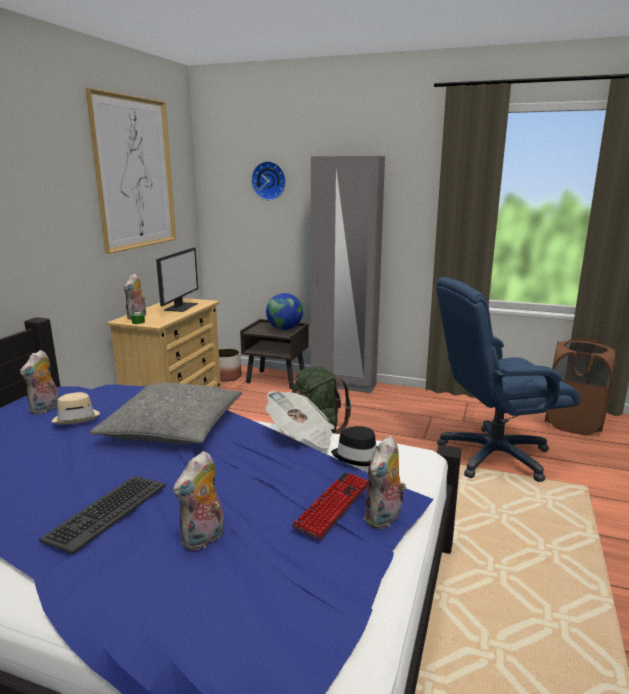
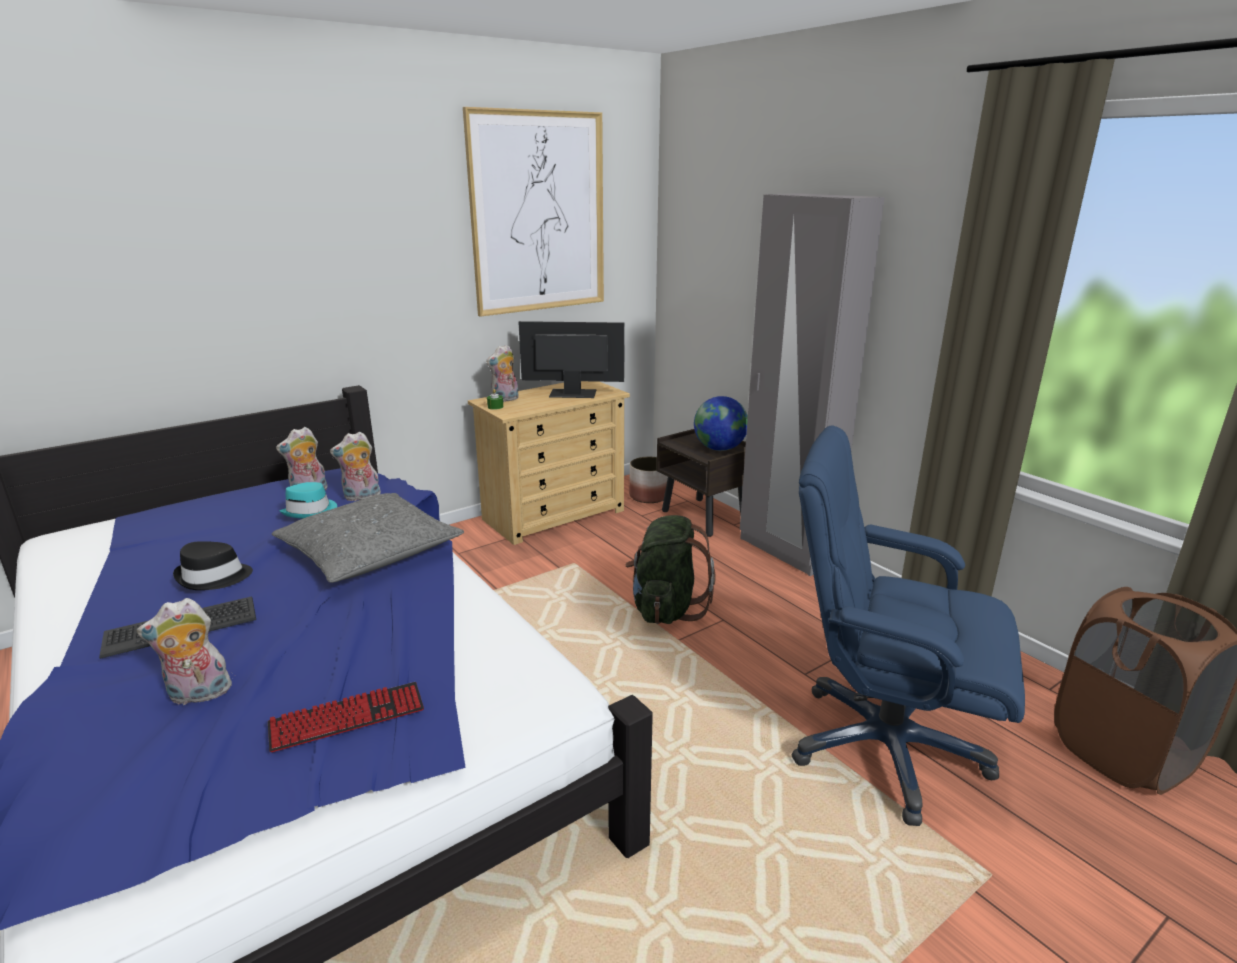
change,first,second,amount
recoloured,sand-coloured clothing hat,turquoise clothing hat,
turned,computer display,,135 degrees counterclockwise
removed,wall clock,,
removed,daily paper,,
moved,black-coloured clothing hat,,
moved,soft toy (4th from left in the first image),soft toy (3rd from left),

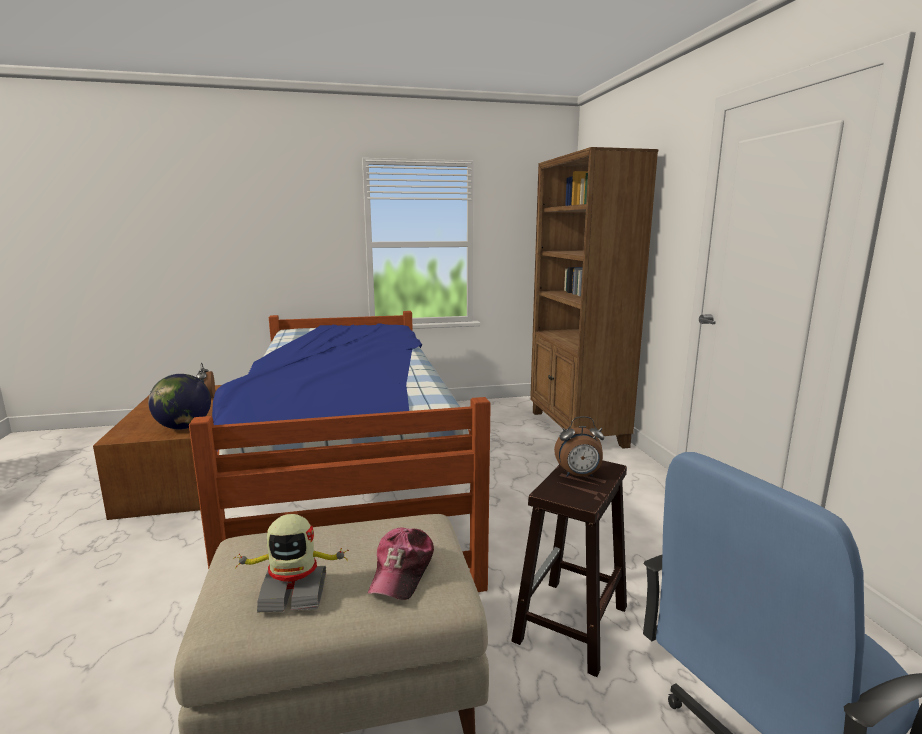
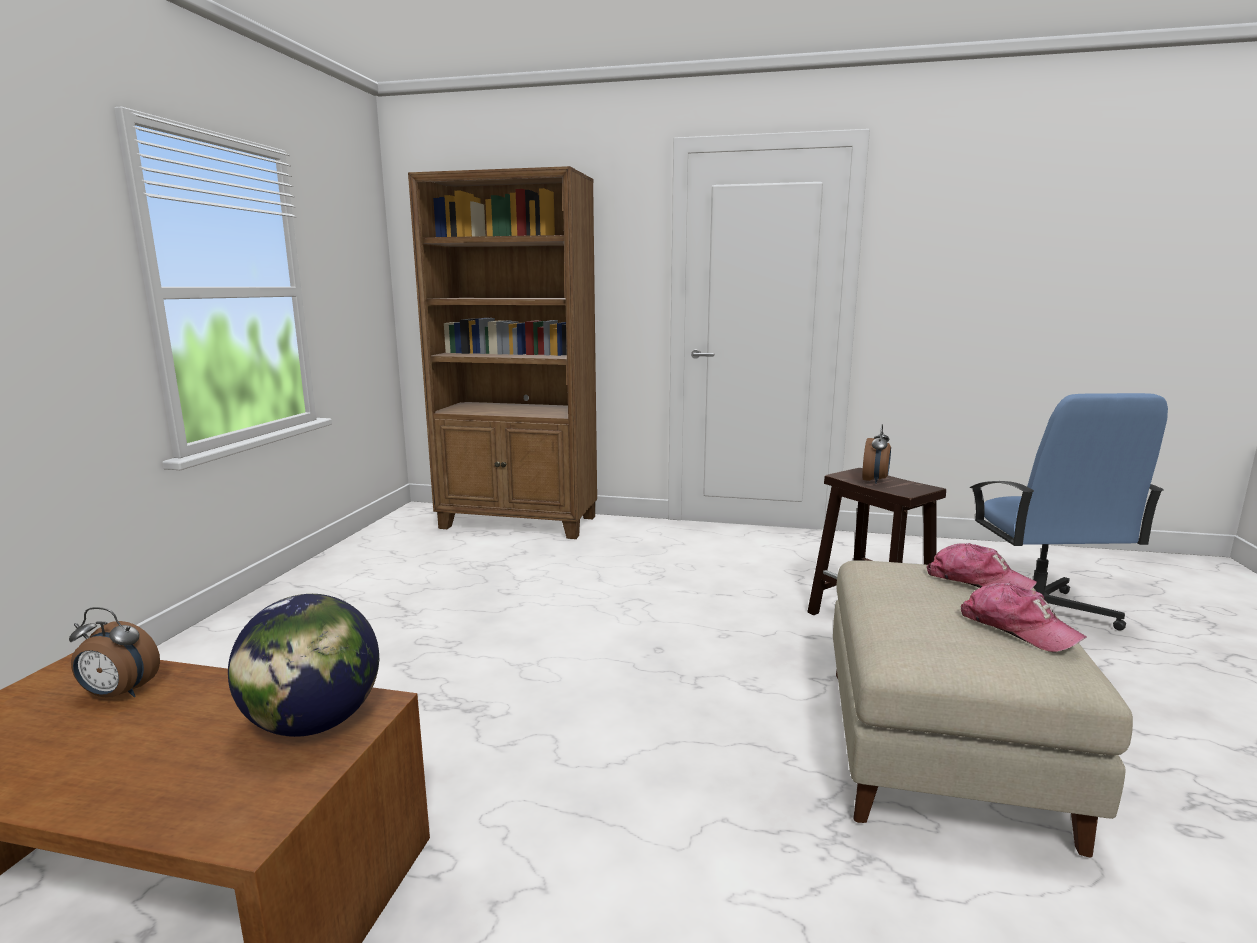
change,first,second,amount
removed,bedroom bed,,
replaced,robot figure,peaked cap (2nd from left),

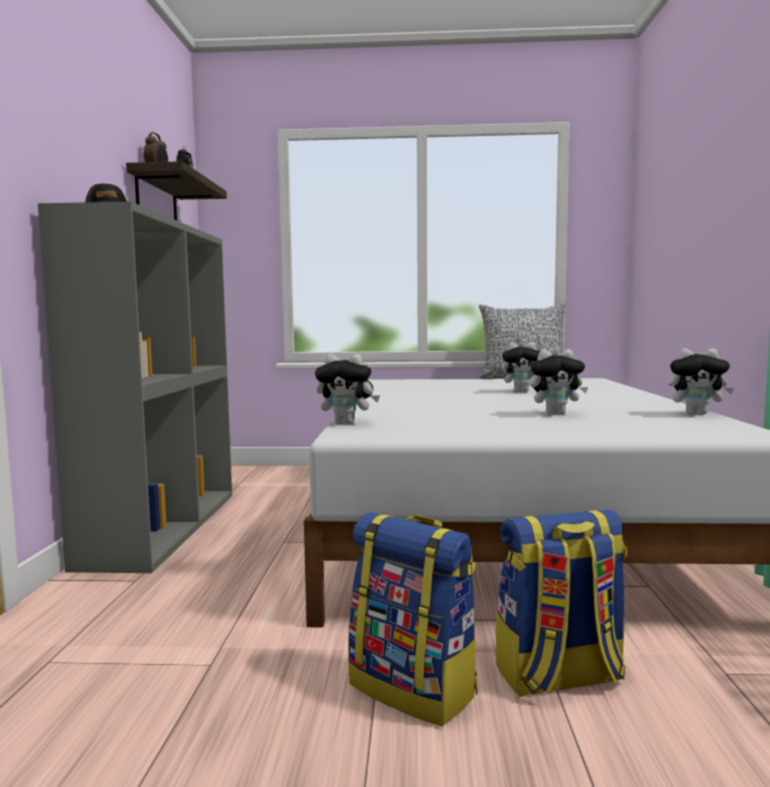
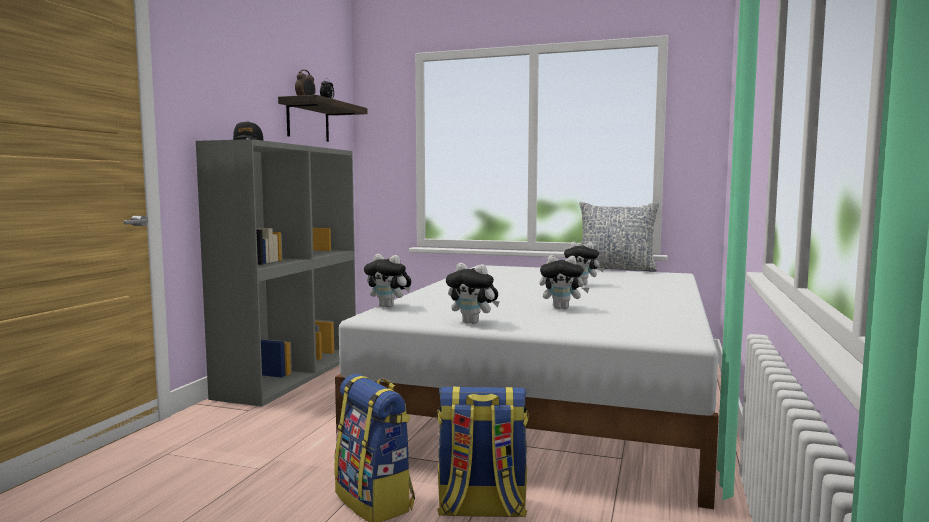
change,first,second,amount
moved,soft toy (4th from left in the first image),soft toy (2nd from left),

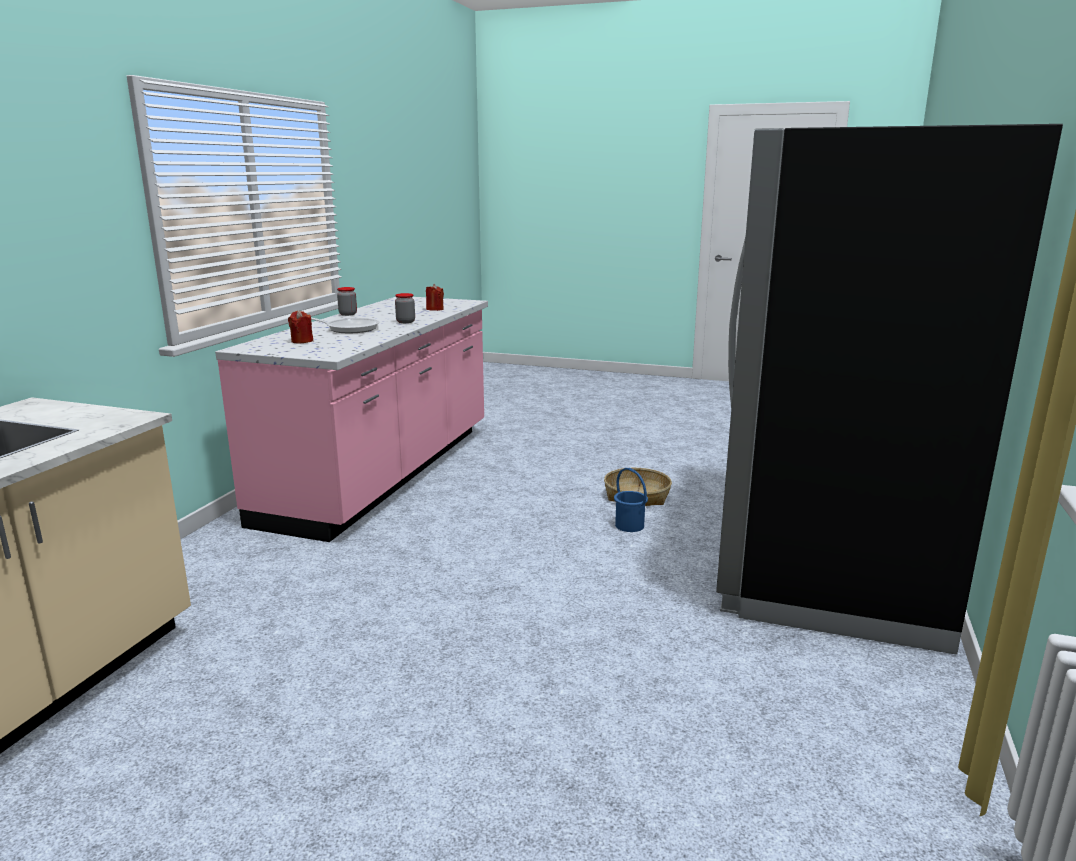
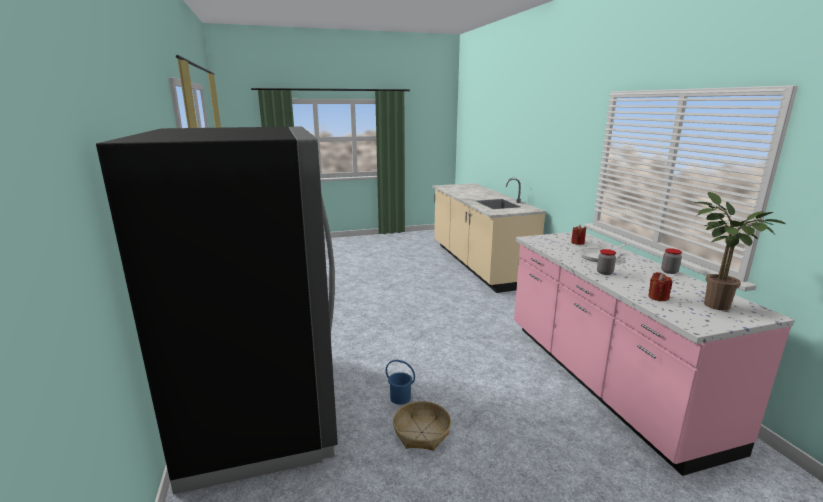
change,first,second,amount
added,,plant in a pot,

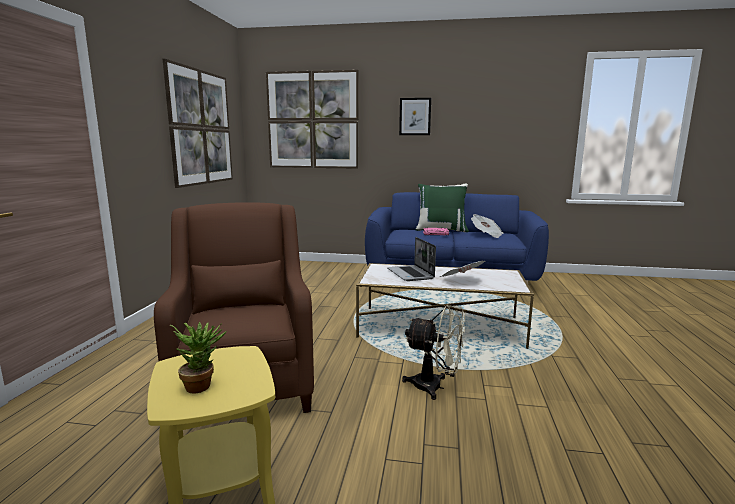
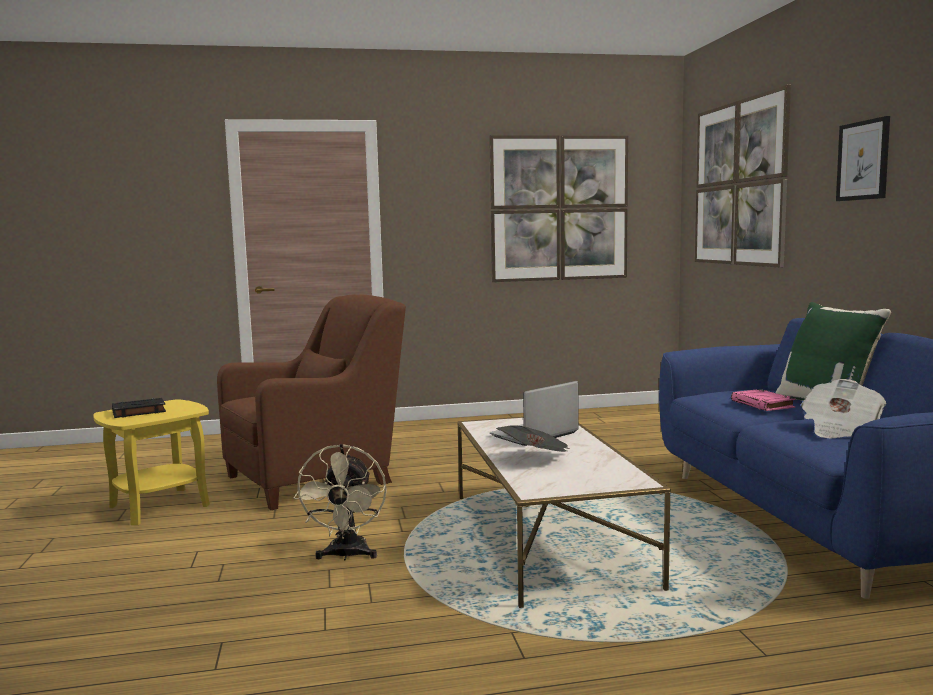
change,first,second,amount
replaced,plant in a pot,black-coloured volume,

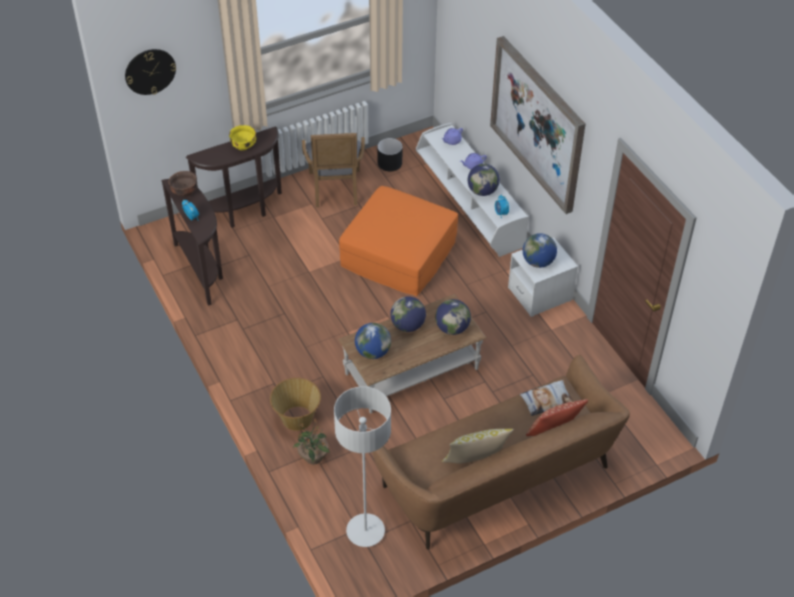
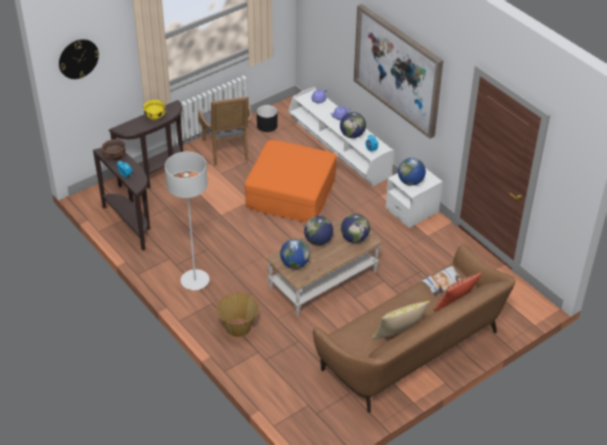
change,first,second,amount
removed,plant in a pot,,
moved,gray floor lamp,,

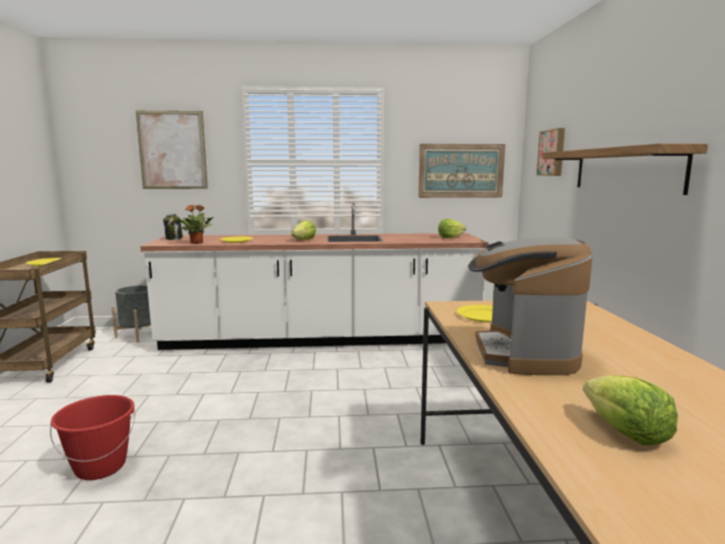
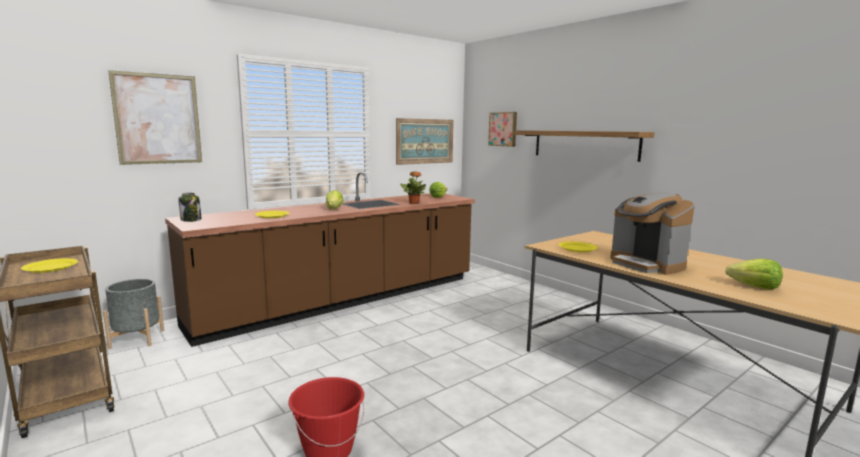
change,first,second,amount
recoloured,white-coloured counter,brown-coloured counter,
moved,plant in a pot,,

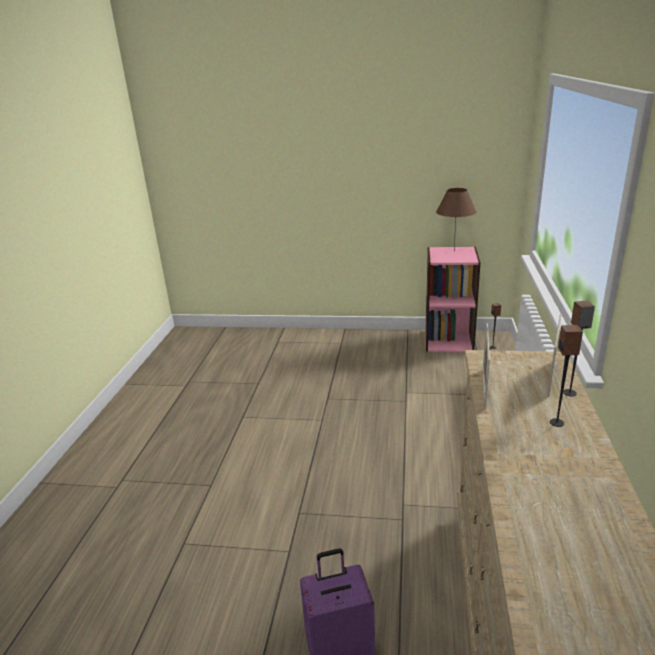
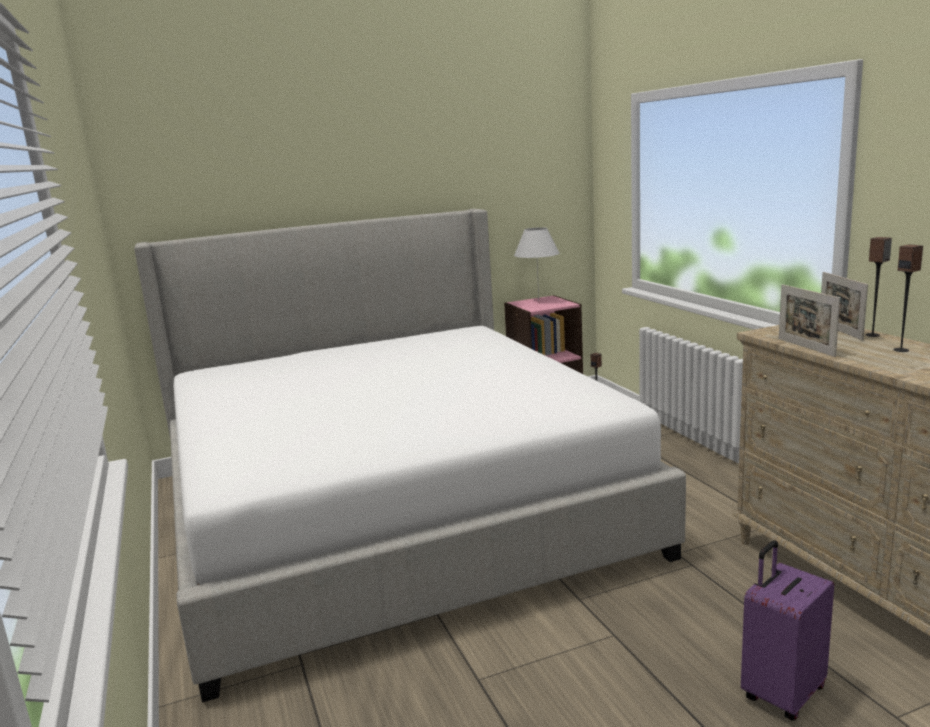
change,first,second,amount
recoloured,brown-coloured tabletop lamp,white-coloured tabletop lamp,
added,,bedroom bed,

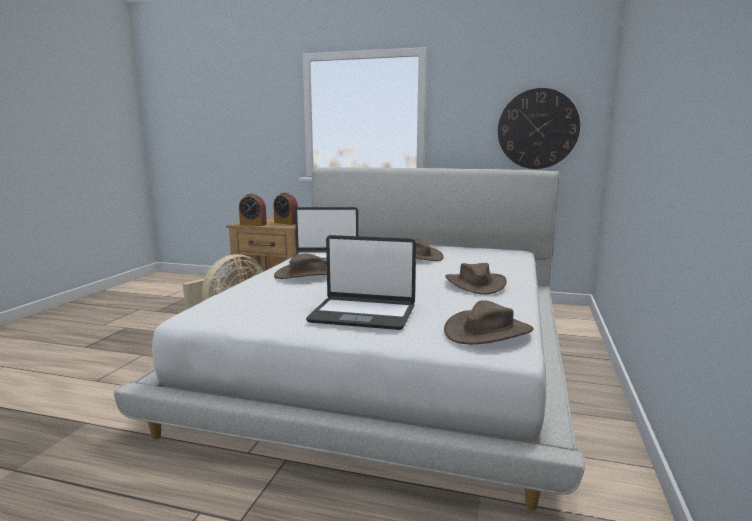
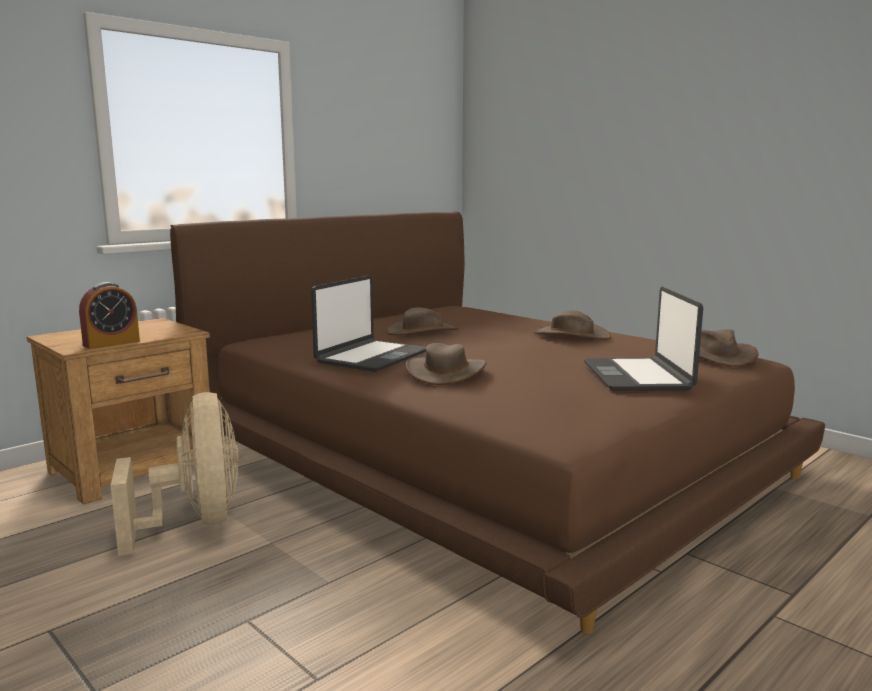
change,first,second,amount
recoloured,white-coloured bedroom bed,brown-coloured bedroom bed,
removed,bedside clock (2nd from left),,
turned,portable computer (2nd from left),,135 degrees clockwise
removed,wall clock,,

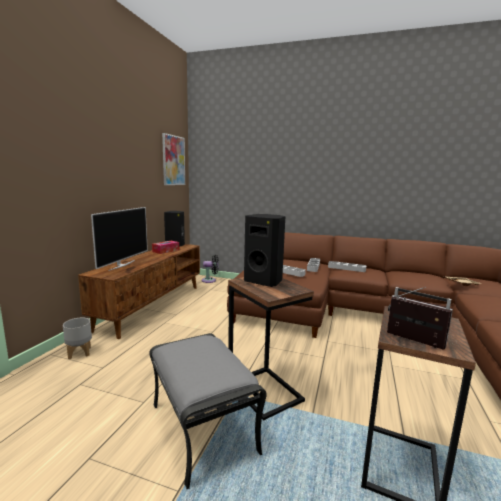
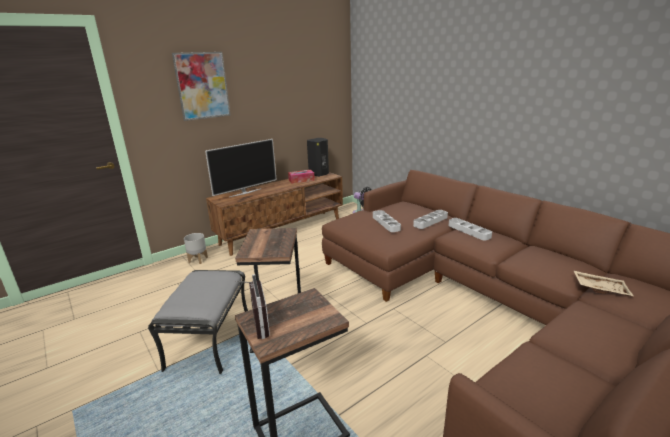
change,first,second,amount
moved,wall art,,
removed,black-coloured loudspeaker (2nd from left),,

